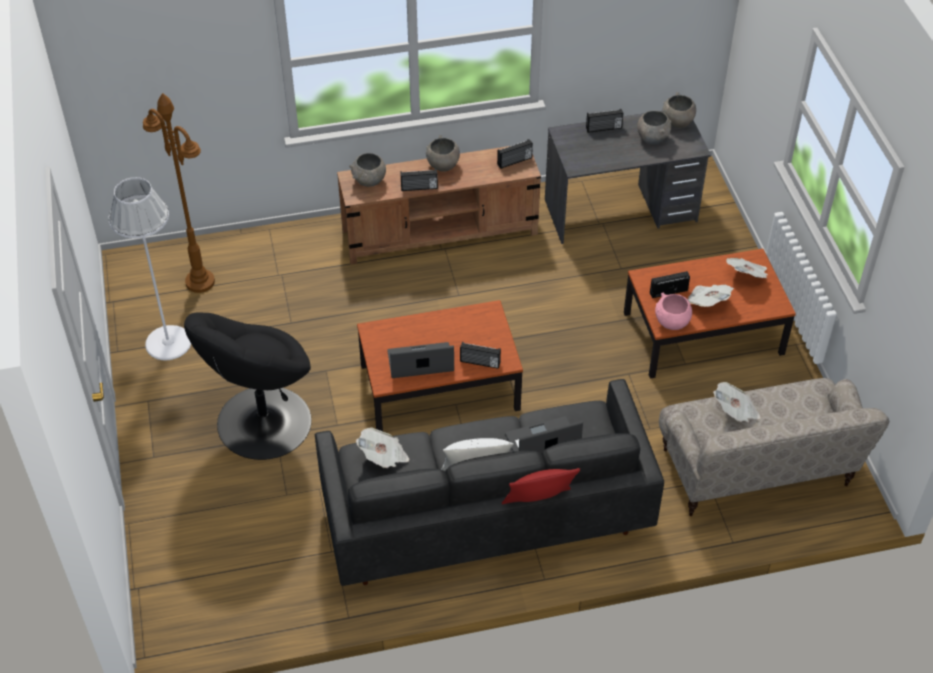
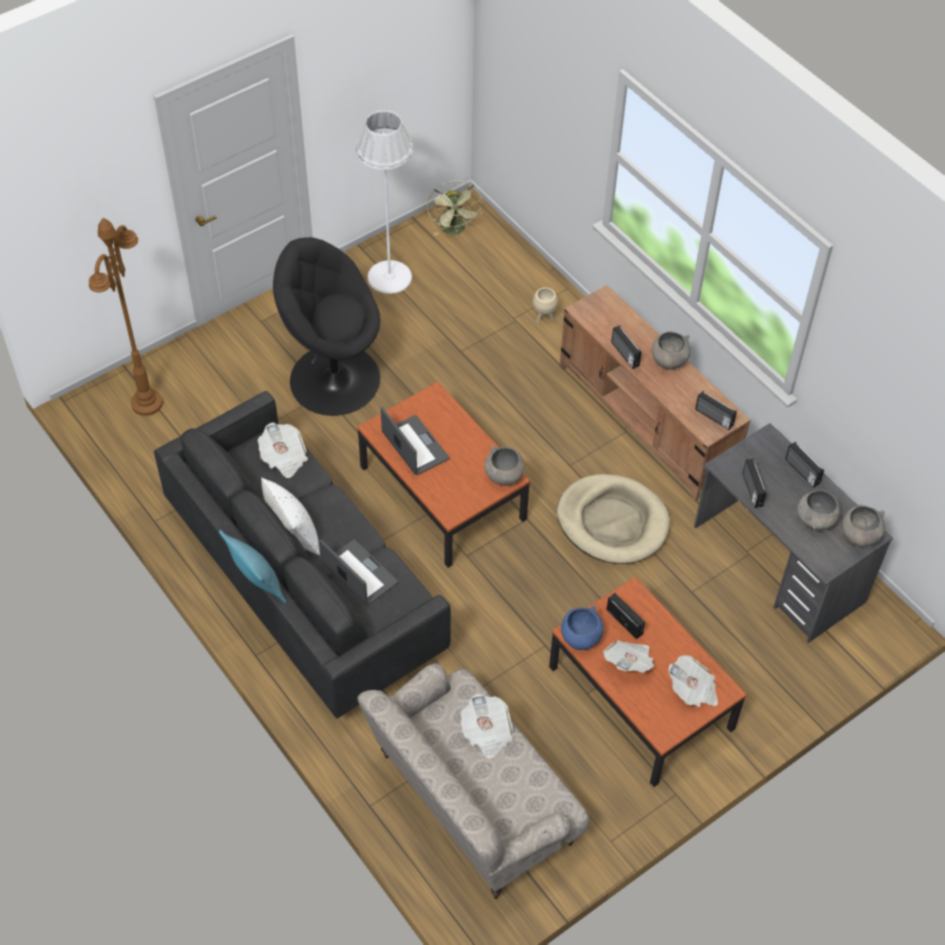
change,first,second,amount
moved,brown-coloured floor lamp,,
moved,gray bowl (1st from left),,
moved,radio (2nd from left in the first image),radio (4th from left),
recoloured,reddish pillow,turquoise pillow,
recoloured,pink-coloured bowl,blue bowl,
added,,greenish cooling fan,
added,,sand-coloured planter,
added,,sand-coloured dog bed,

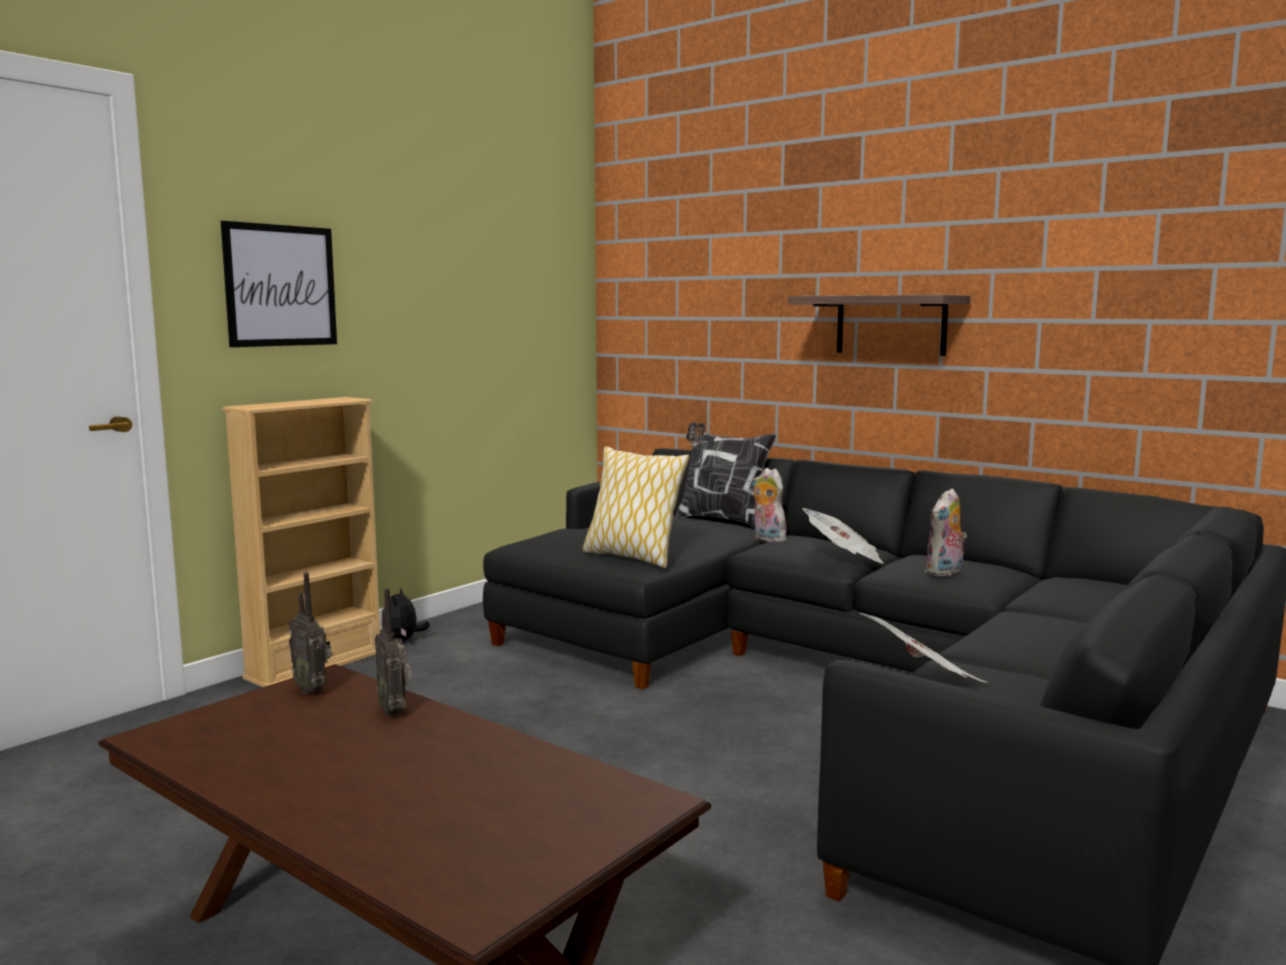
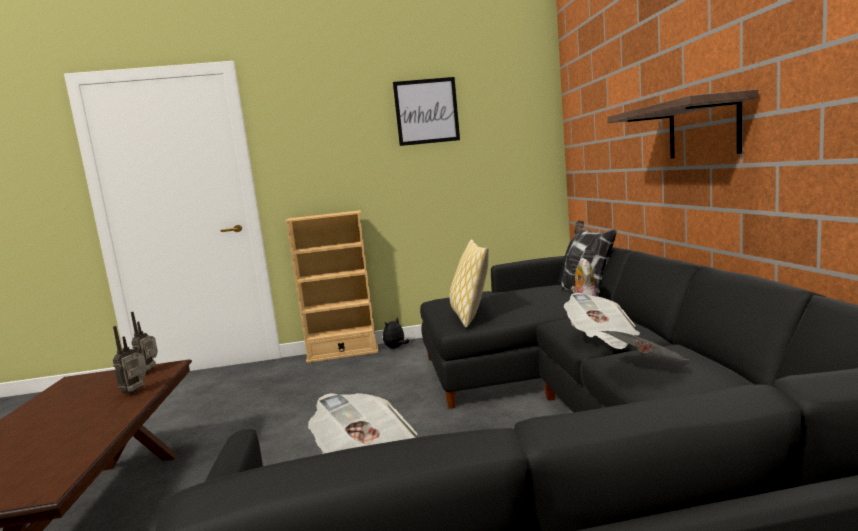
change,first,second,amount
moved,wall art,,
replaced,soft toy (3rd from left),daily paper (3rd from left),

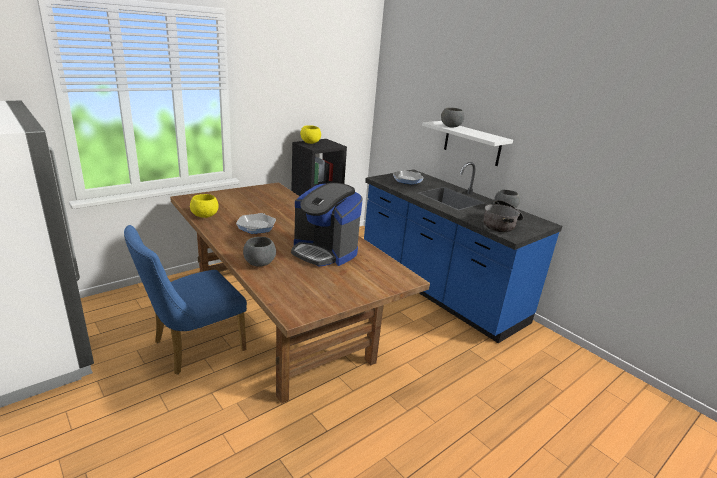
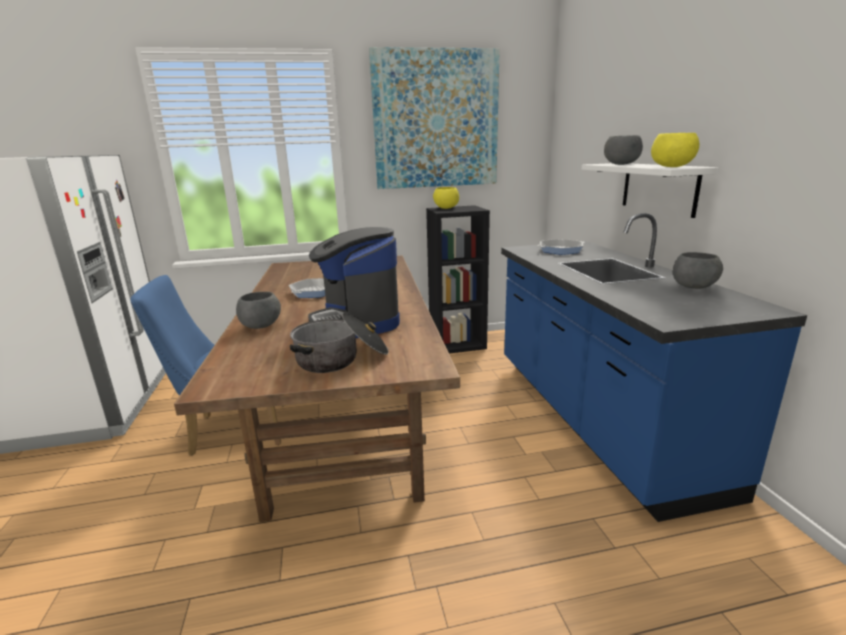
change,first,second,amount
moved,yellow-coloured bowl (1st from left in the first image),yellow-coloured bowl (2nd from left),
moved,stockpot,,
added,,wall art,

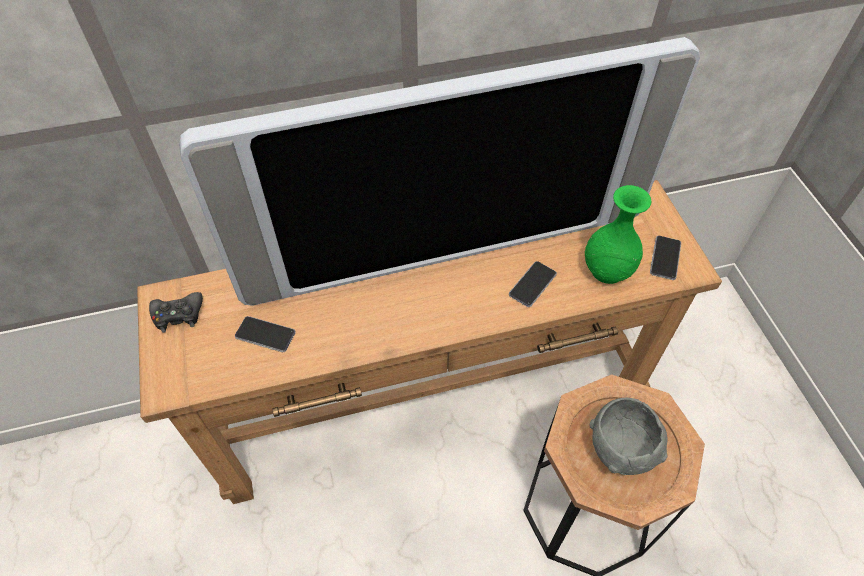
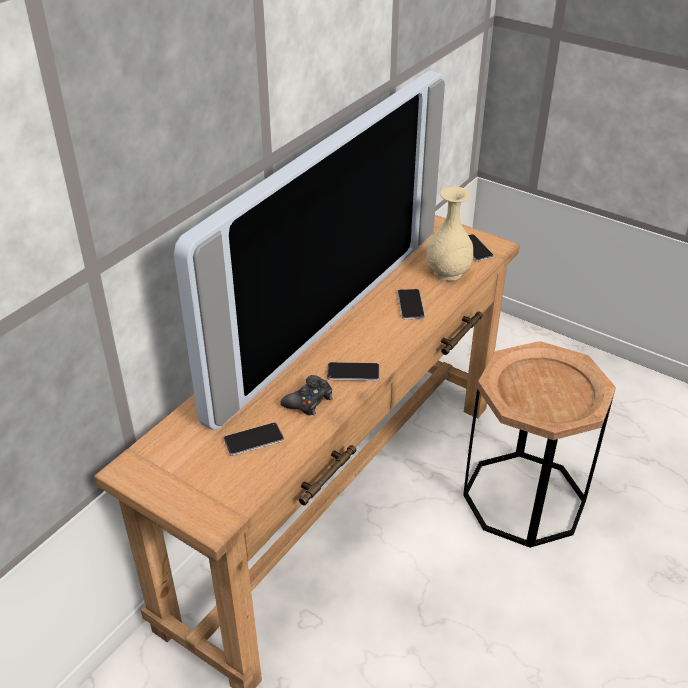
change,first,second,amount
moved,black-coloured joypad,,
recoloured,greenish vase,sand-coloured vase,
removed,gray bowl,,
added,,phone (2nd from left),

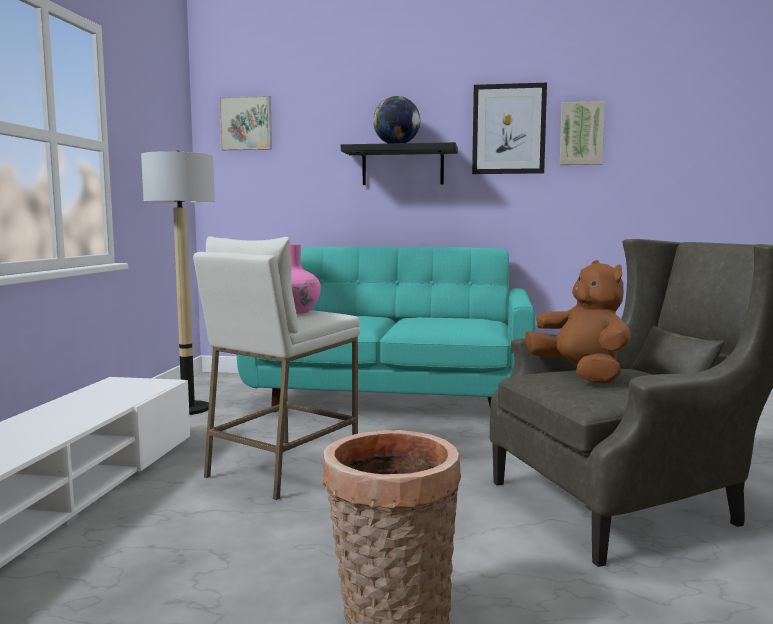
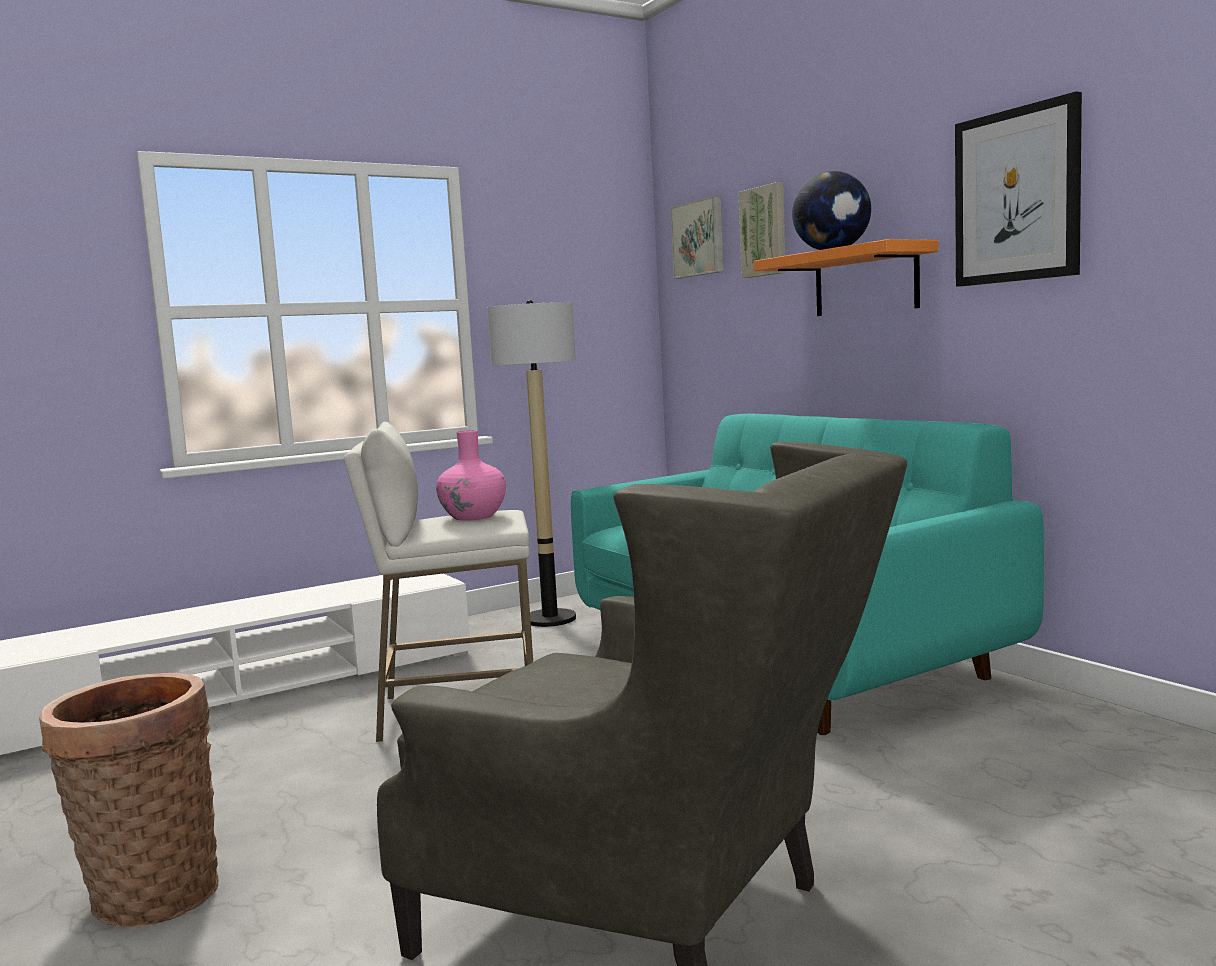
change,first,second,amount
recoloured,black-coloured wall shelf,orange wall shelf,
removed,brown-coloured soft toy,,
moved,wall art (3rd from left in the first image),wall art (2nd from left),

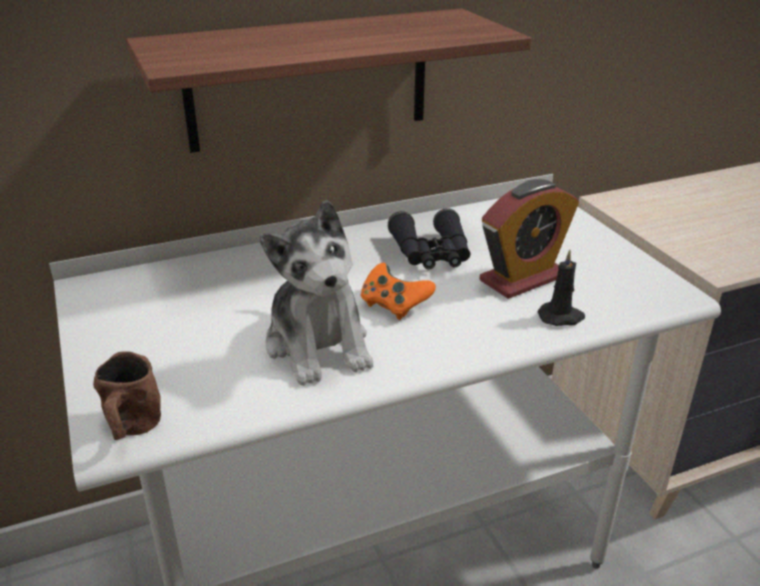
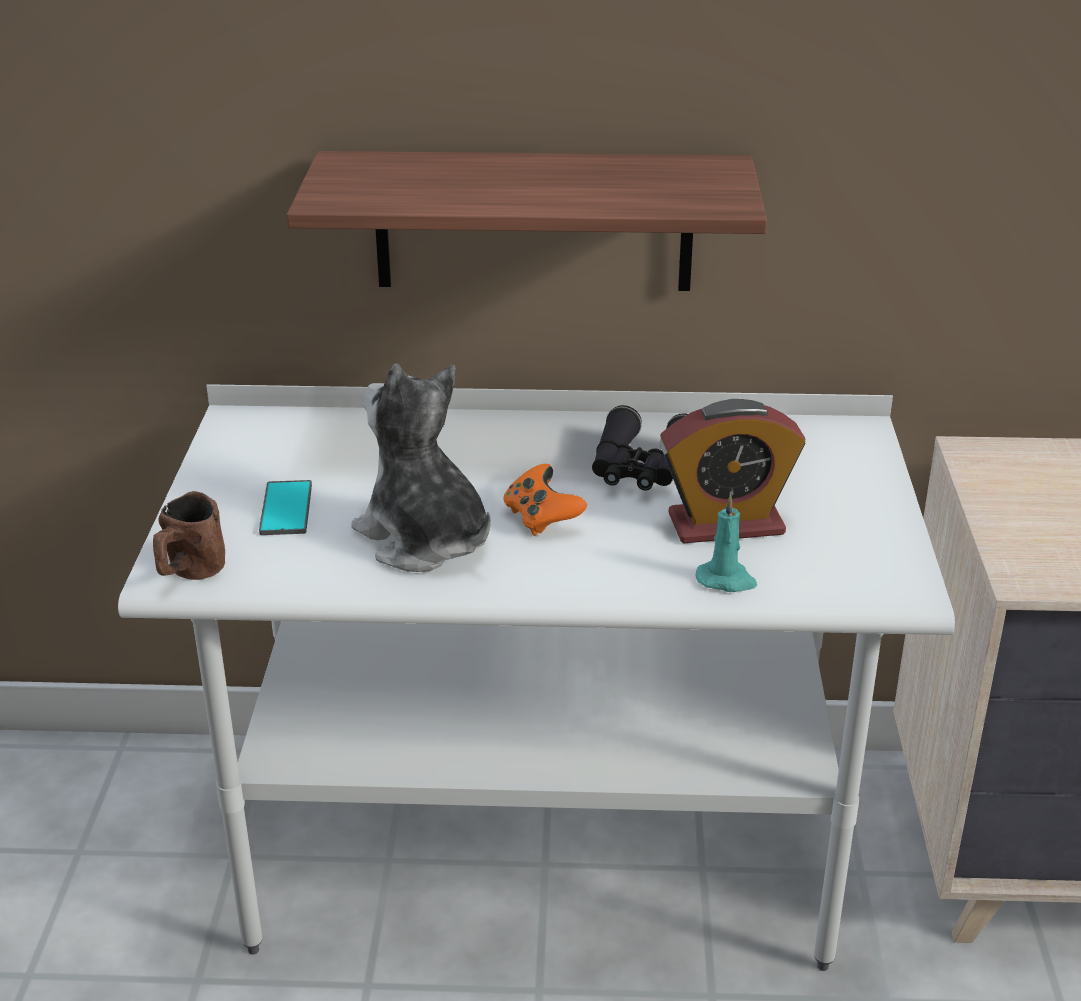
change,first,second,amount
turned,soft toy,,135 degrees clockwise
recoloured,black-coloured wax candle,turquoise wax candle,
added,,phone,

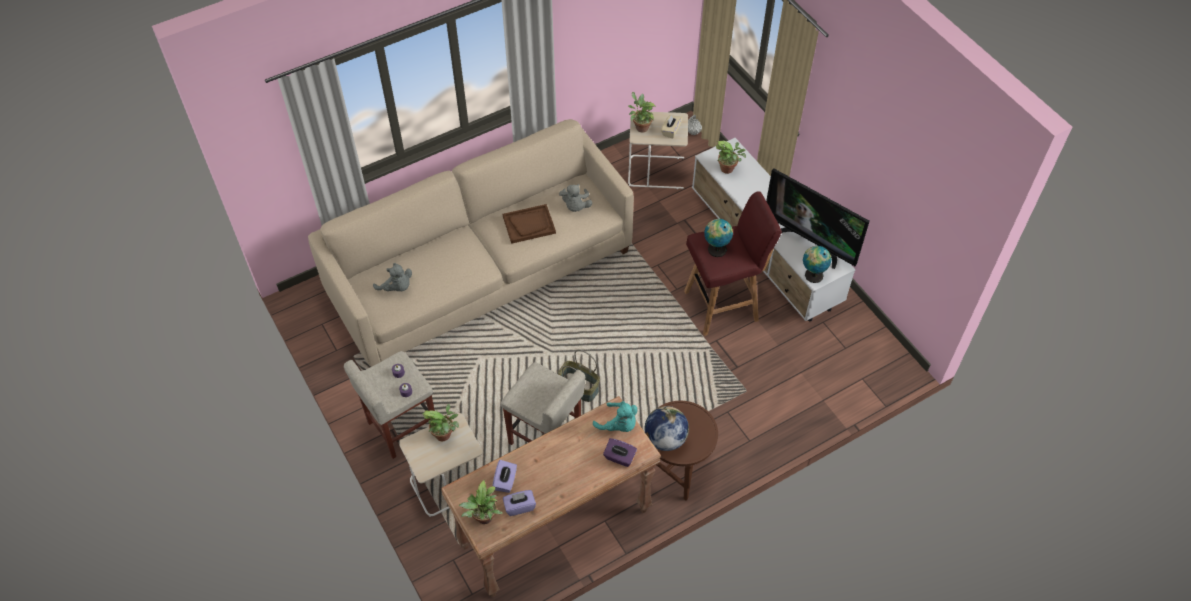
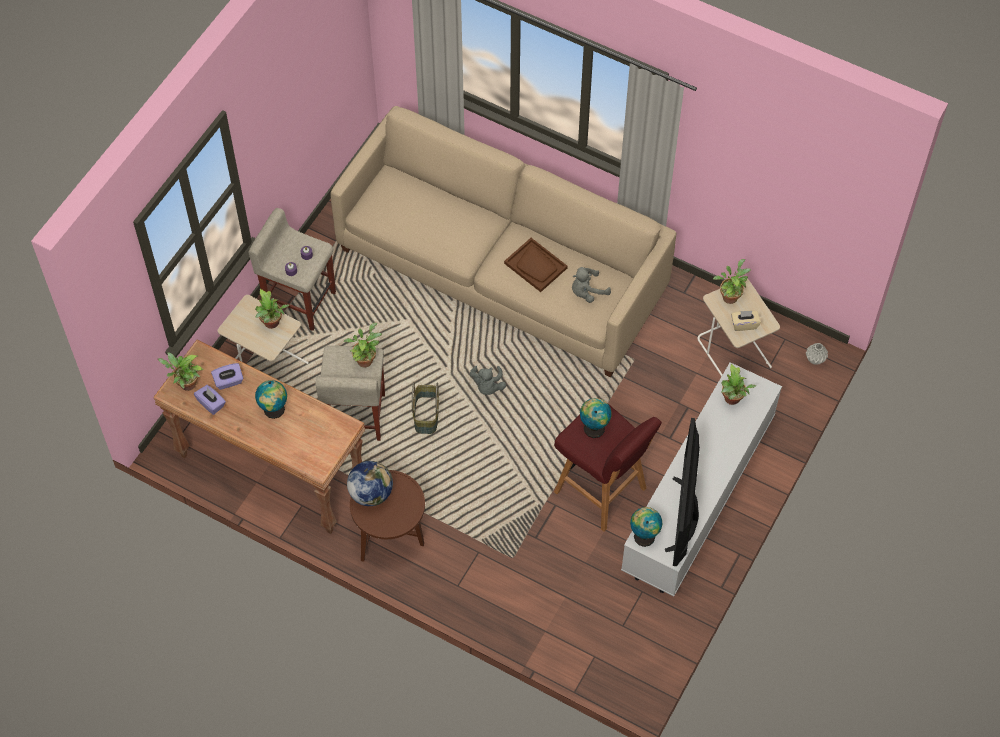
change,first,second,amount
moved,gray soft toy (1st from left),,
removed,turquoise soft toy,,
removed,purple-coloured box of tissues (3rd from left),,
added,,desk globe (1st from left),
added,,plant in a pot (3rd from left),

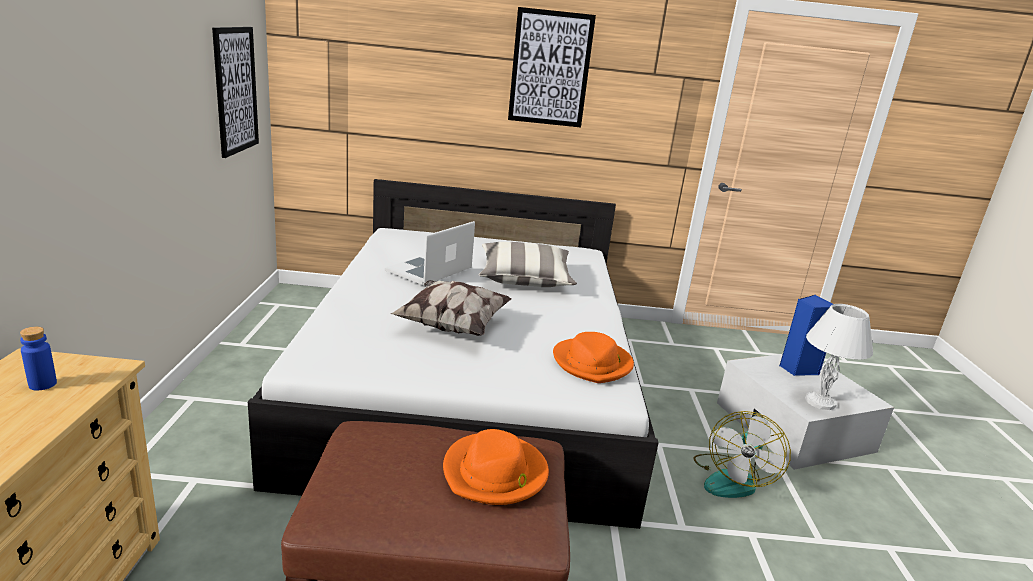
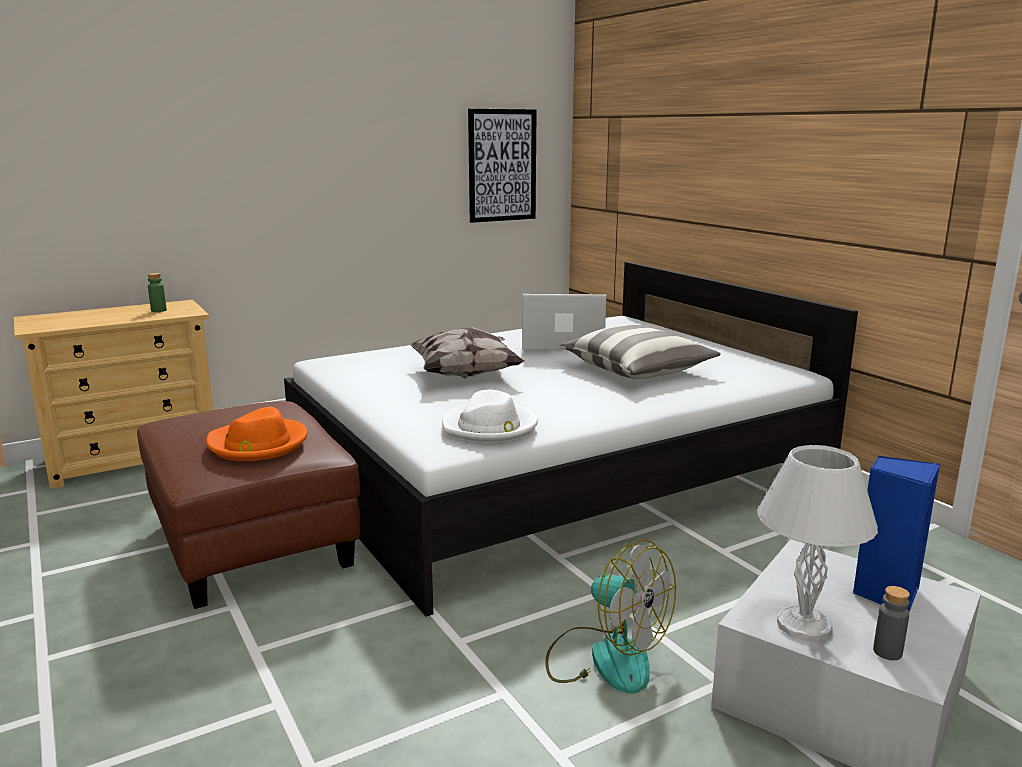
change,first,second,amount
recoloured,blue bottle,greenish bottle,
removed,wall art (2nd from left),,
recoloured,orange clothing hat (2nd from left),white-coloured clothing hat,
turned,cooling fan,,135 degrees counterclockwise
added,,gray bottle,

